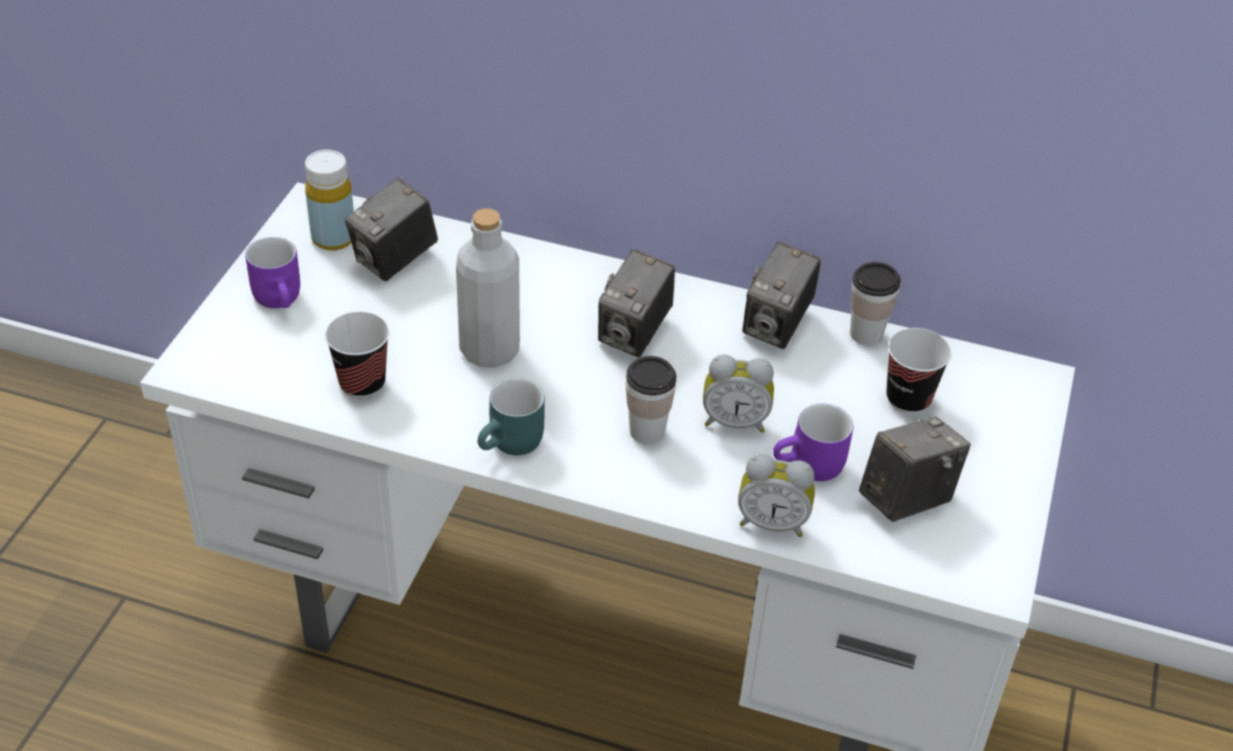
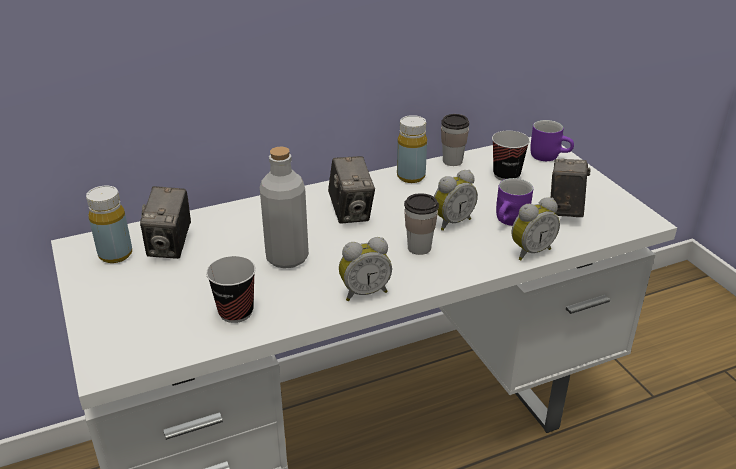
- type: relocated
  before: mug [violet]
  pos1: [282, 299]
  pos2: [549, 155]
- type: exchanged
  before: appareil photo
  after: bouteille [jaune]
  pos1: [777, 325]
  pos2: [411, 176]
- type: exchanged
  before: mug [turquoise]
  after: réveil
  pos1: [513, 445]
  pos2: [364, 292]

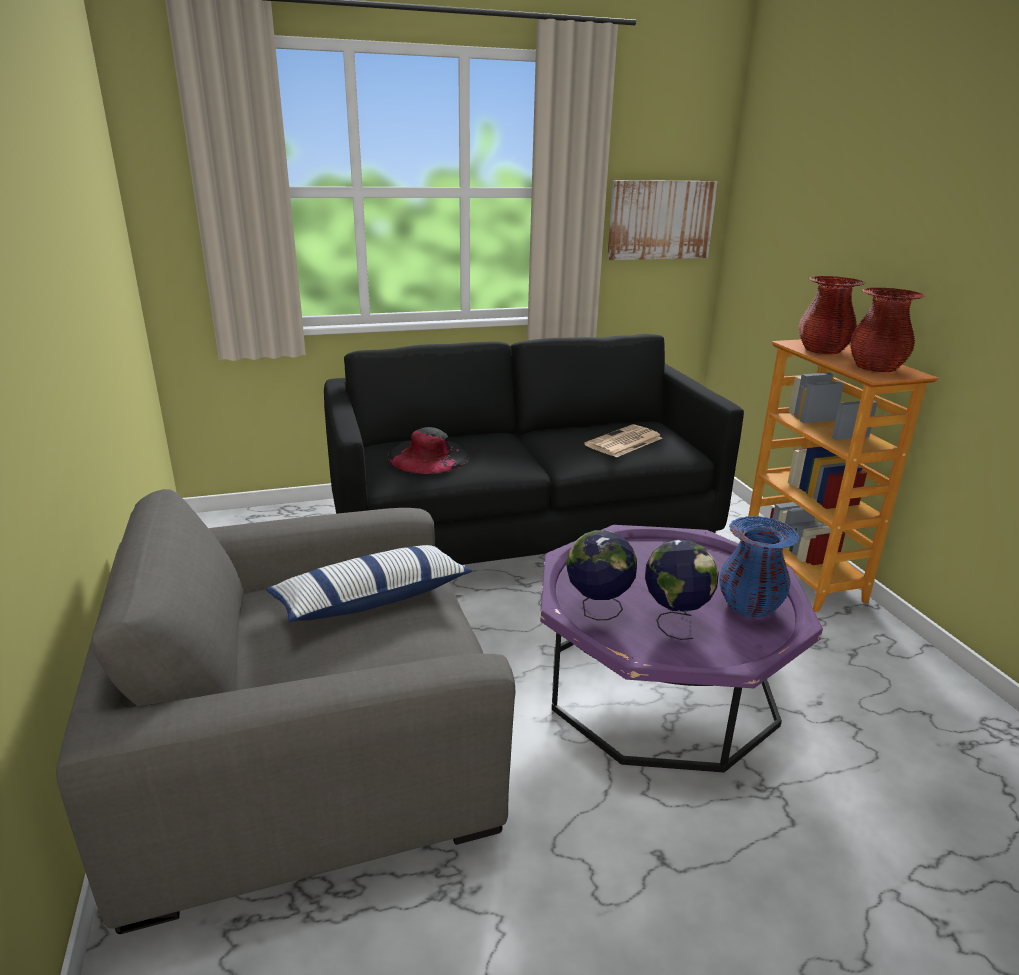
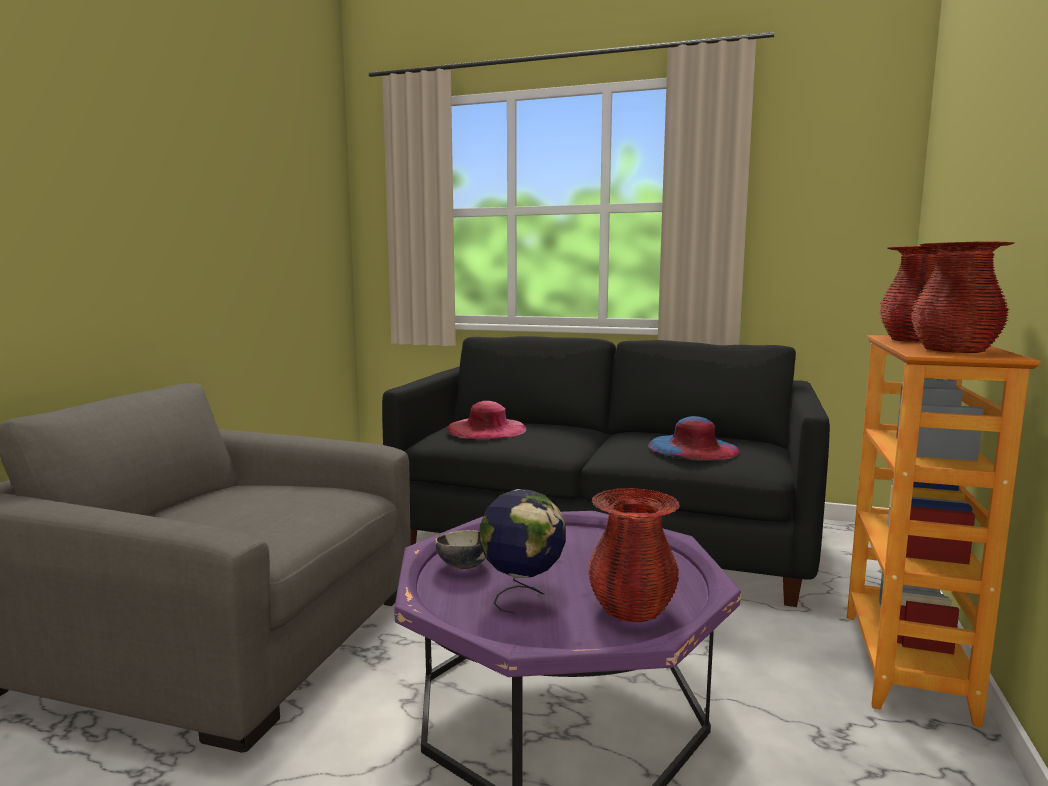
- type: missing
  before: tableau
  pos1: [660, 220]
- type: exchanged
  before: journal
  after: chapeau [bleu]
  pos1: [623, 442]
  pos2: [693, 448]
- type: colour
  before: chapeau [noir]
  after: chapeau [rose]
  pos1: [428, 456]
  pos2: [486, 429]
- type: colour
  before: vase [bleu]
  after: vase [rouge]
  pos1: [749, 606]
  pos2: [632, 609]
- type: exchanged
  before: globe
  after: bol
  pos1: [597, 610]
  pos2: [464, 566]
- type: missing
  before: coussin
  pos1: [371, 599]

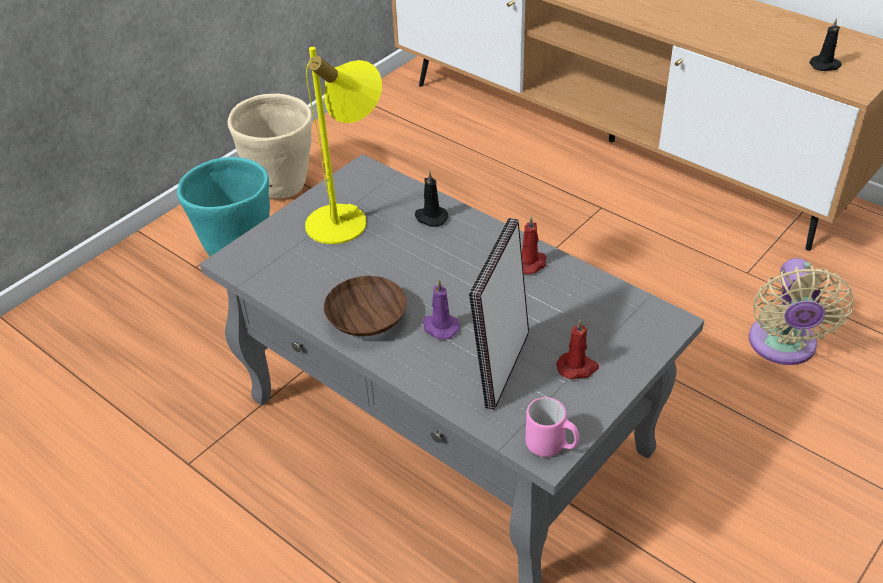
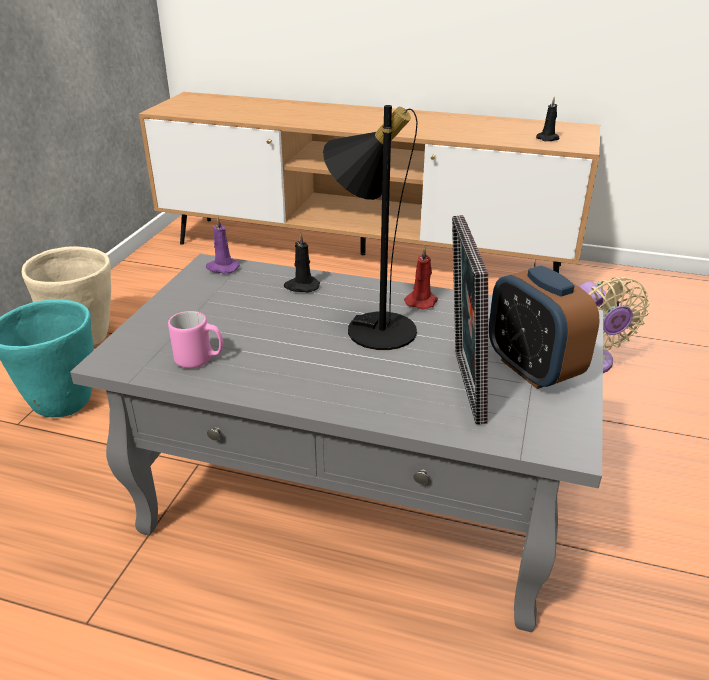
- type: missing
  before: lampe de table [jaune]
  pos1: [347, 219]
- type: missing
  before: bol [marron]
  pos1: [368, 320]
- type: relocated
  before: bougie [violet]
  pos1: [439, 327]
  pos2: [222, 268]
- type: exchanged
  before: bougie [rouge]
  after: réveil
  pos1: [577, 367]
  pos2: [532, 369]
- type: relocated
  before: mug [rose]
  pos1: [551, 446]
  pos2: [200, 360]
- type: appeared
  after: lampe de table [noir]
  pos2: [372, 325]

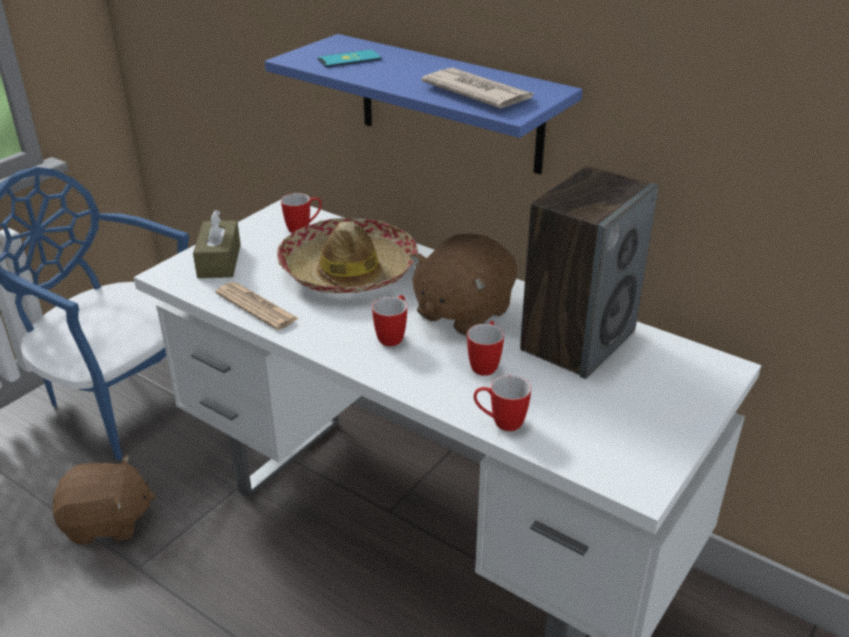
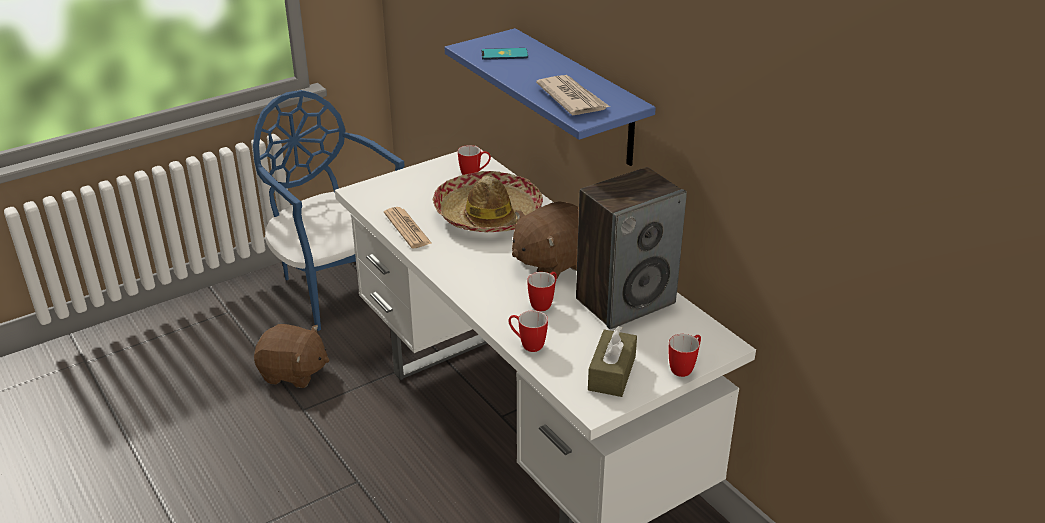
- type: relocated
  before: boîte à mouchoirs [marron]
  pos1: [219, 261]
  pos2: [612, 373]
- type: relocated
  before: mug
  pos1: [393, 336]
  pos2: [685, 367]

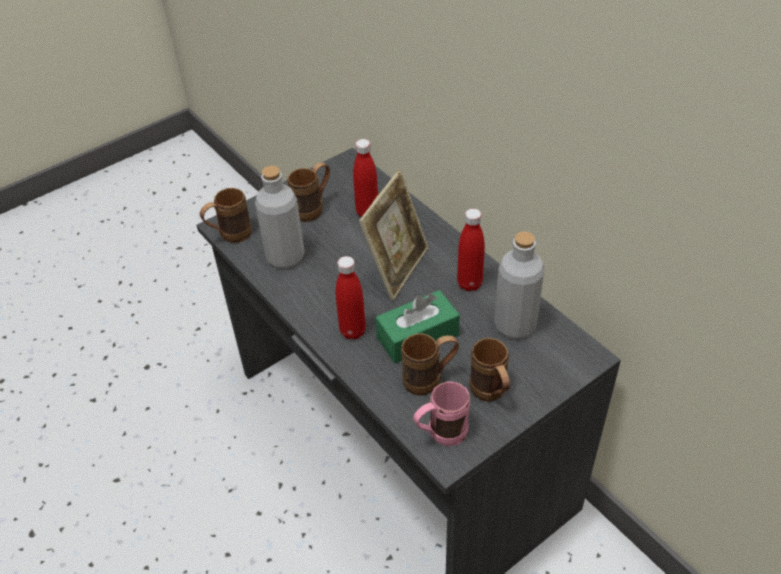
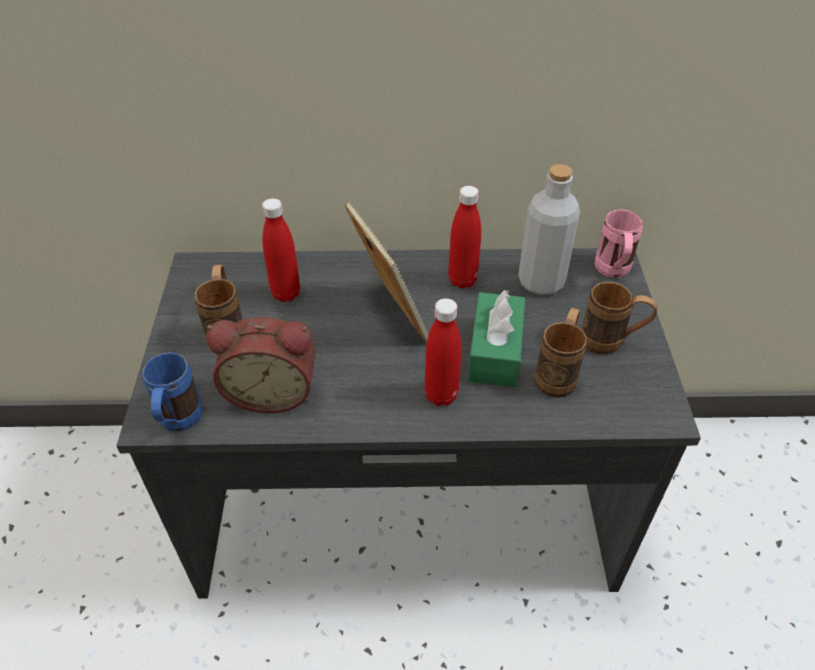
- type: exchanged
  before: bouteille [gris]
  after: réveil
  pos1: [285, 257]
  pos2: [272, 391]
- type: colour
  before: mug [marron]
  after: mug [bleu]
  pos1: [229, 236]
  pos2: [178, 423]
- type: relocated
  before: mug [rose]
  pos1: [440, 435]
  pos2: [613, 272]

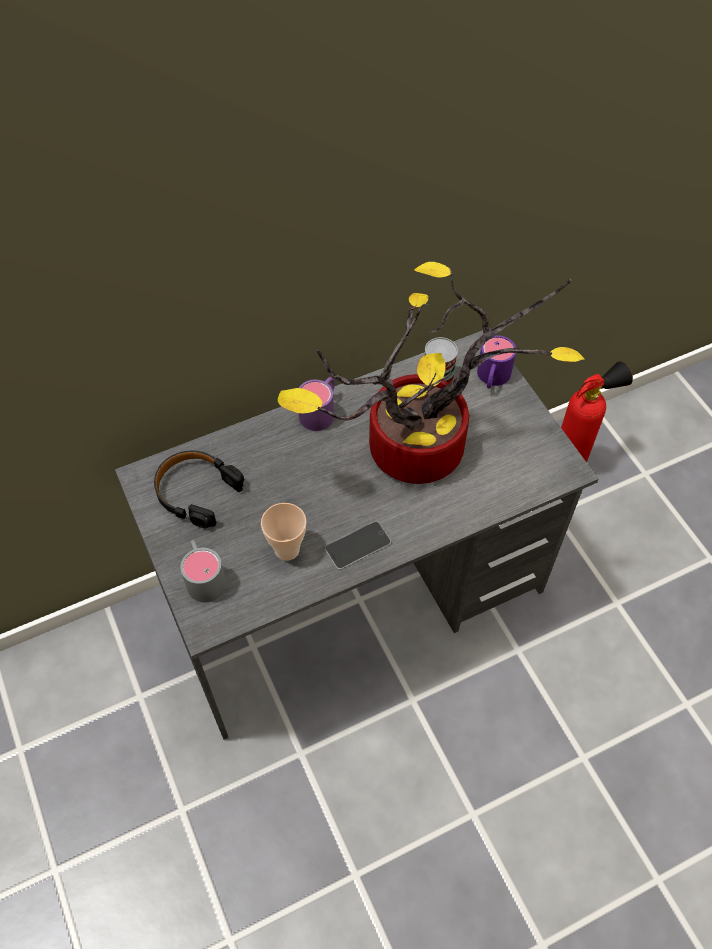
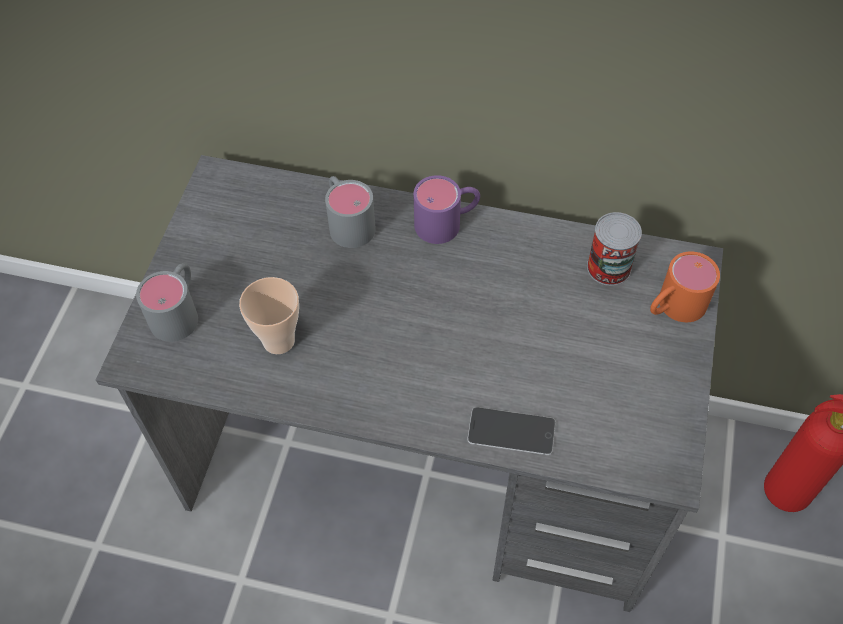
- type: missing
  before: plante en pot
  pos1: [413, 454]
- type: colour
  before: mug [violet]
  after: mug [orange]
  pos1: [492, 378]
  pos2: [673, 307]
- type: missing
  before: casque audio [noir]
  pos1: [196, 492]
- type: relocated
  before: téléphone
  pos1: [358, 545]
  pos2: [511, 431]
- type: appeared
  after: mug [gris]
  pos2: [347, 221]

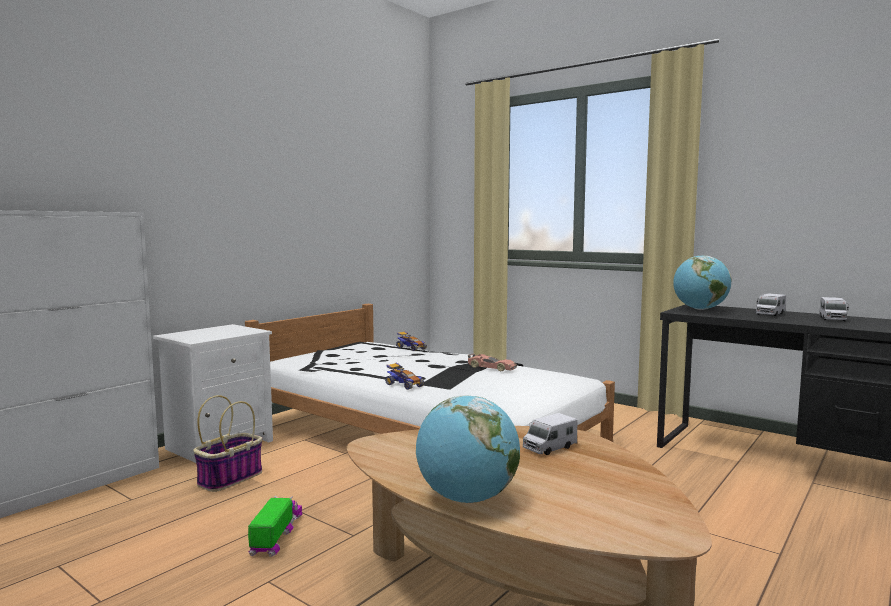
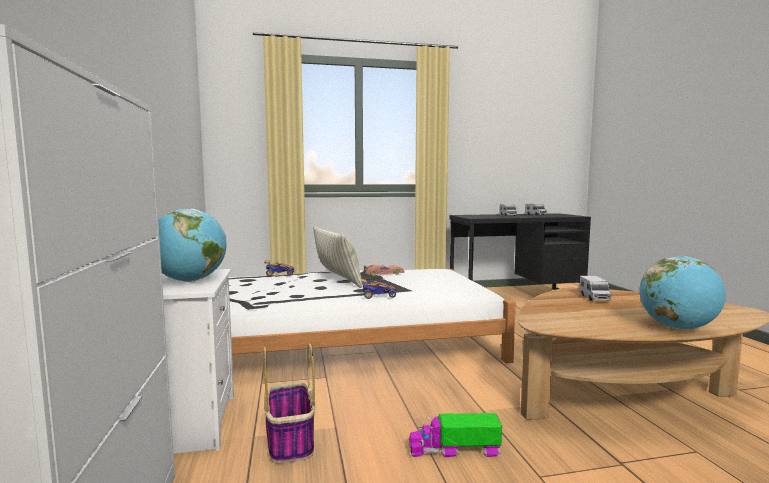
- type: relocated
  before: globe
  pos1: [700, 309]
  pos2: [190, 281]
- type: spun
  before: camion jouet
  pos1: [276, 535]
  pos2: [454, 450]
  turn: -45
- type: appeared
  after: coussin
  pos2: [337, 278]

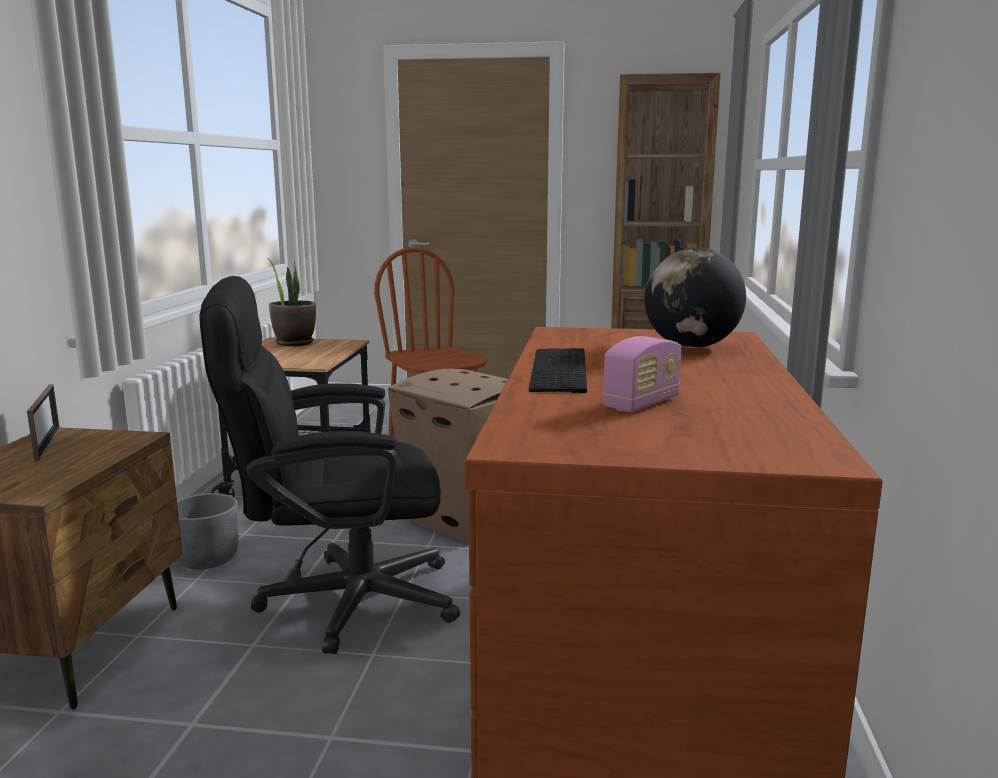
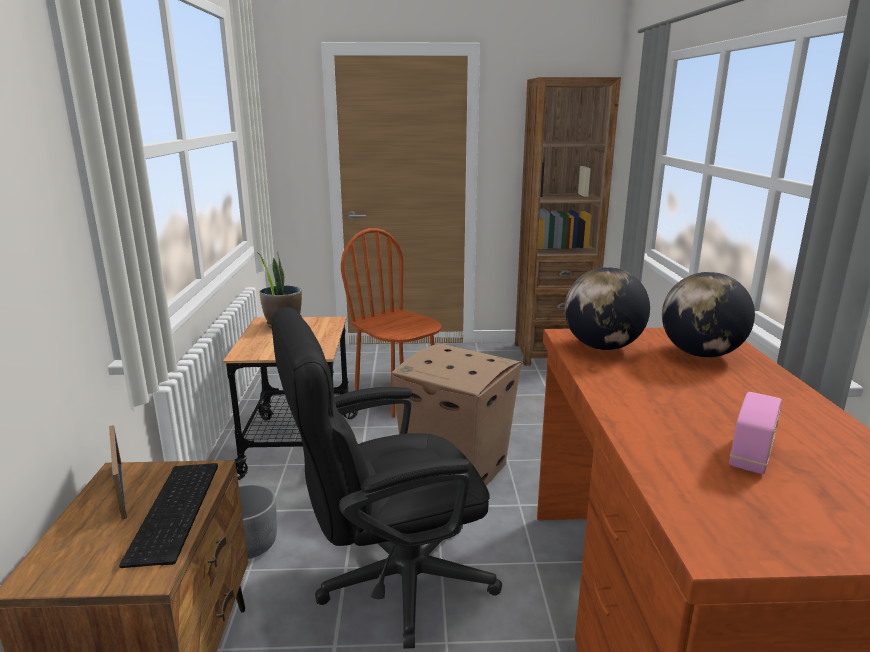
- type: relocated
  before: clavier
  pos1: [562, 370]
  pos2: [177, 511]
- type: appeared
  after: globe
  pos2: [602, 347]

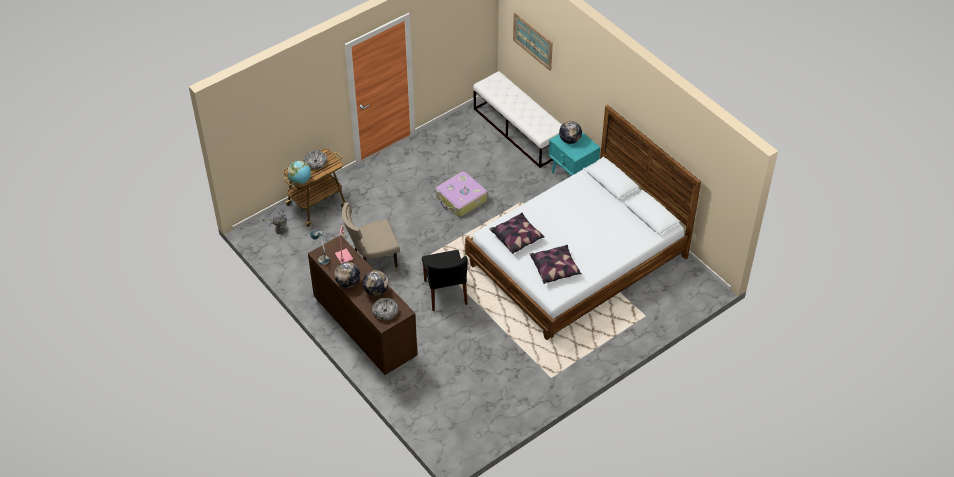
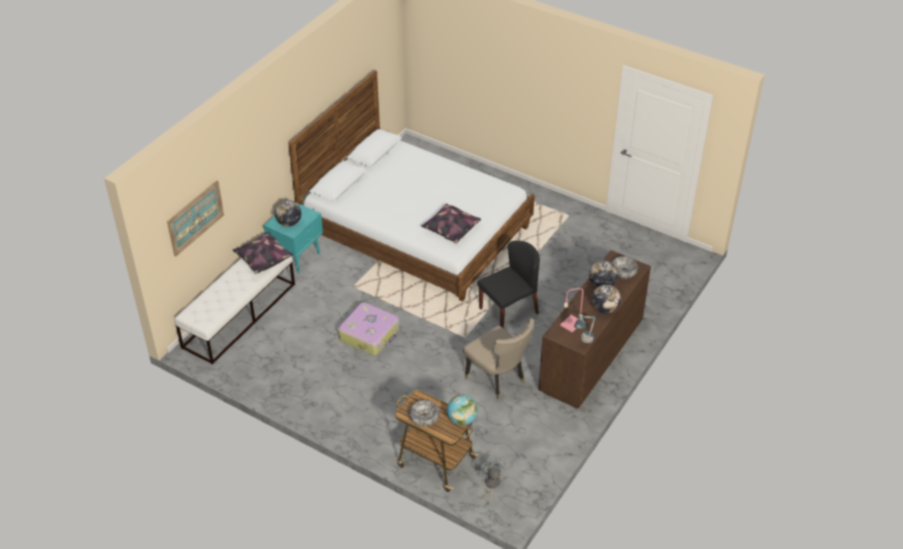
- type: relocated
  before: coussin
  pos1: [555, 268]
  pos2: [263, 259]

